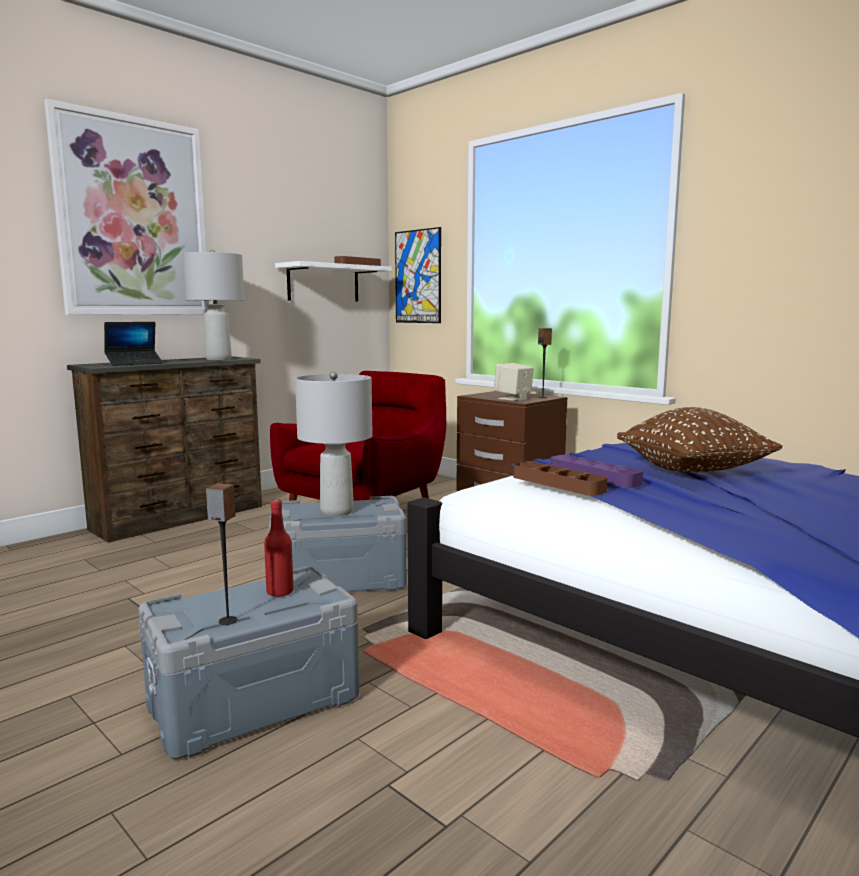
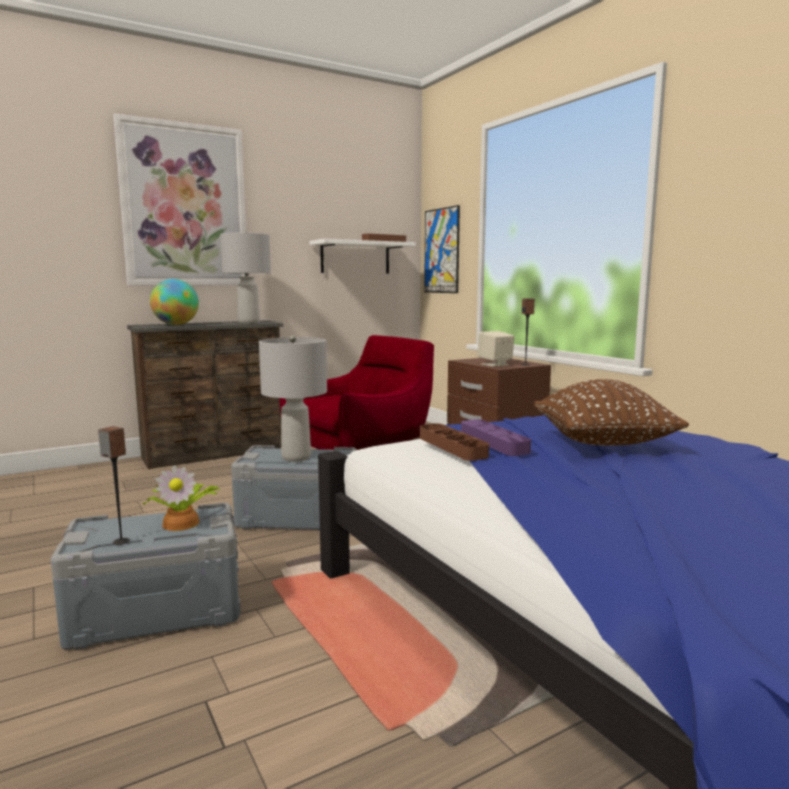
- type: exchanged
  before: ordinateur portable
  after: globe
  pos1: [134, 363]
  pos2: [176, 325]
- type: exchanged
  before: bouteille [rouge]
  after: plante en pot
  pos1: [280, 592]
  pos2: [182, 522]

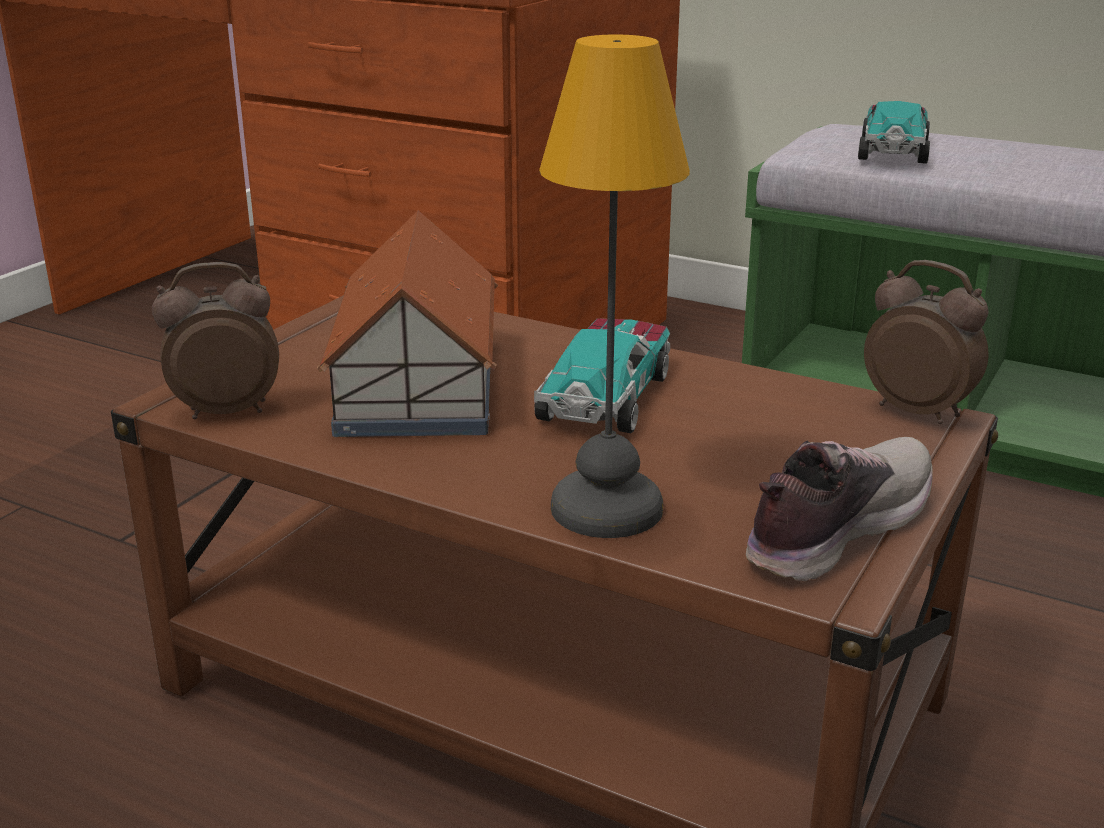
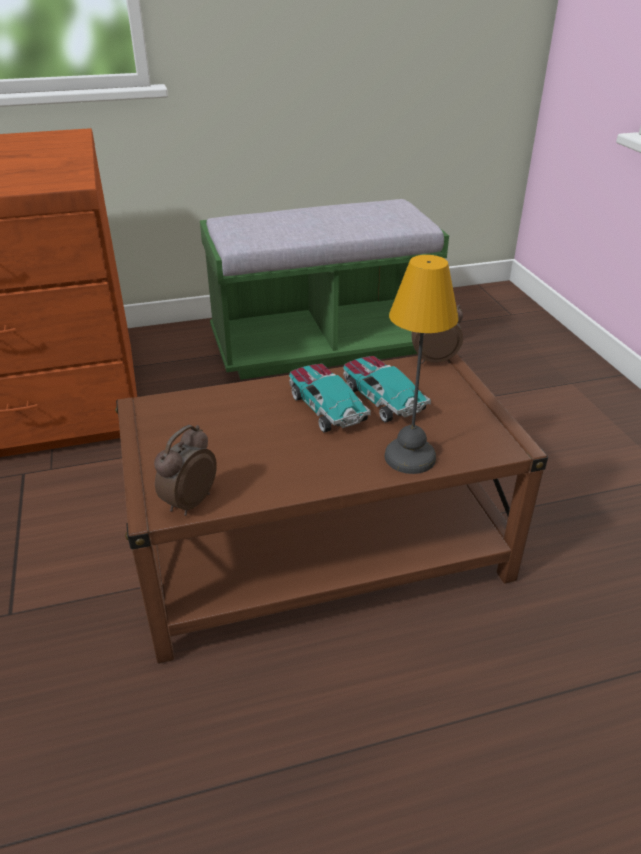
- type: relocated
  before: petite voiture
  pos1: [893, 149]
  pos2: [382, 398]
- type: missing
  before: maison miniature
  pos1: [416, 387]
- type: missing
  before: chaussure
  pos1: [834, 529]

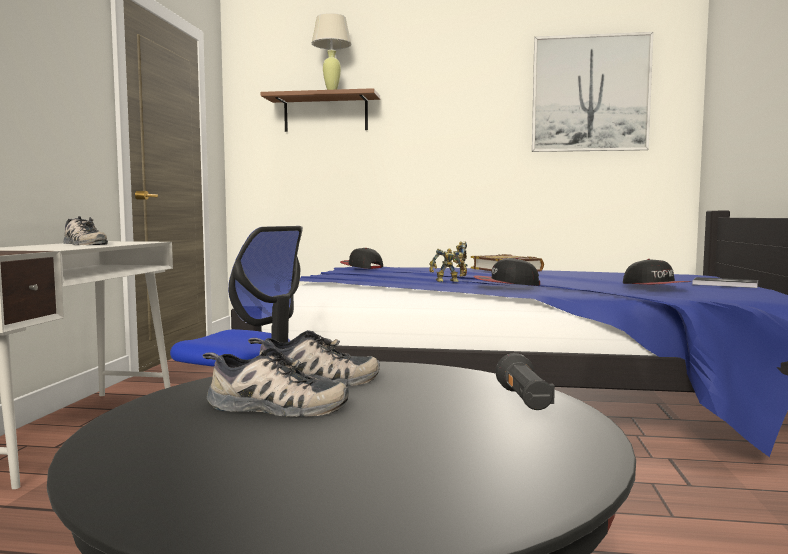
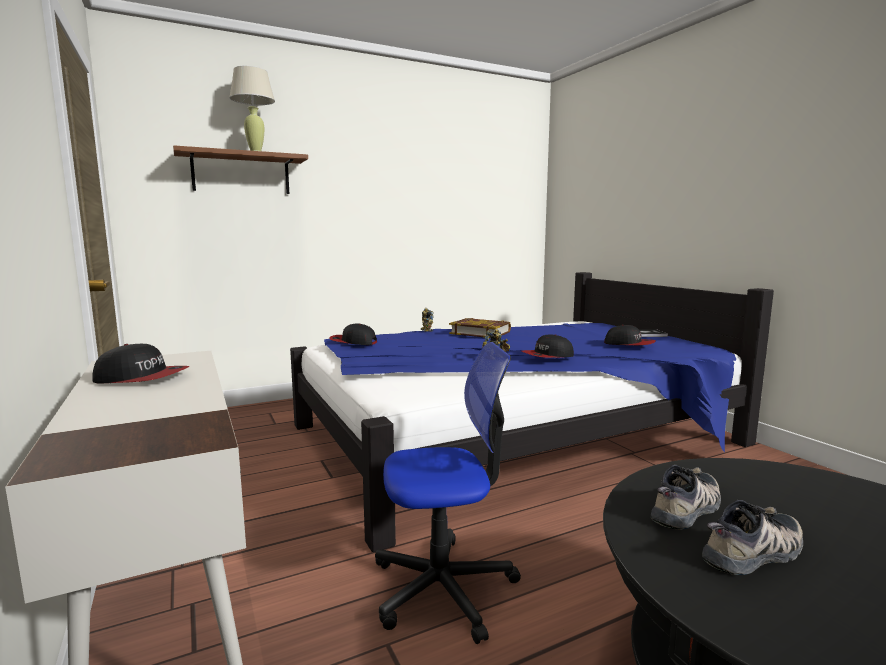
- type: missing
  before: tableau
  pos1: [590, 93]
- type: exchanged
  before: chaussure
  after: casquette
  pos1: [82, 244]
  pos2: [142, 378]
- type: missing
  before: lampe de poche [noir]
  pos1: [524, 401]

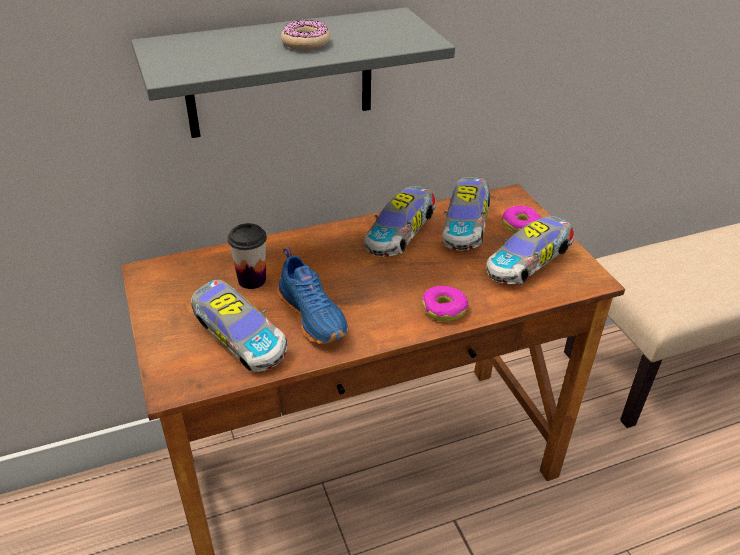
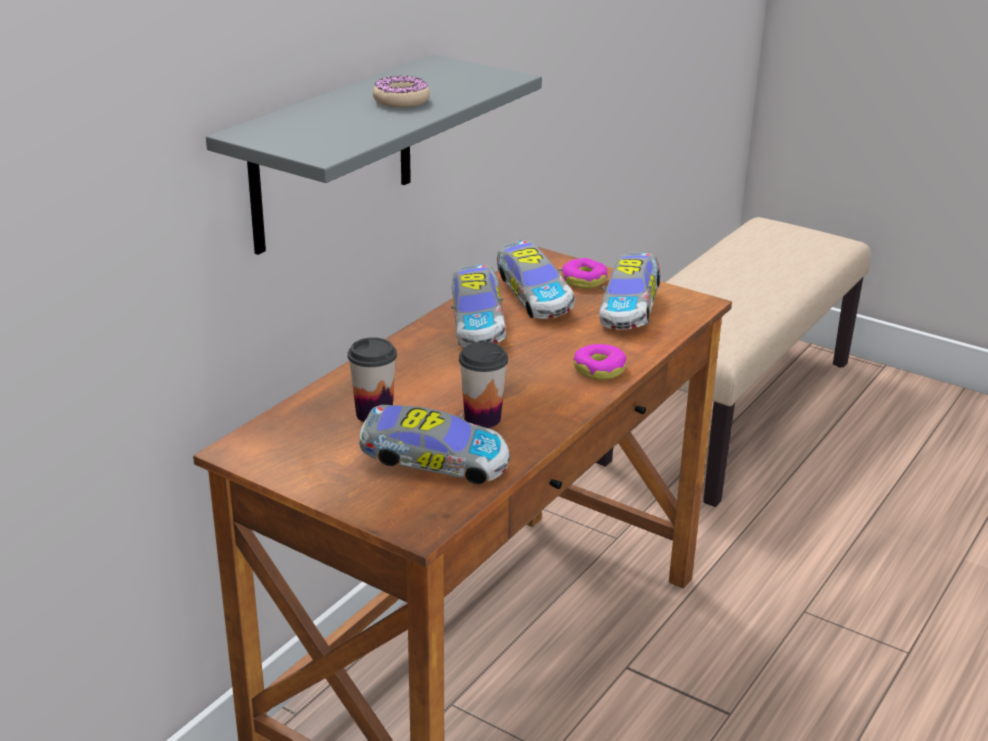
- type: exchanged
  before: chaussure [bleu]
  after: tasse
  pos1: [314, 315]
  pos2: [482, 418]

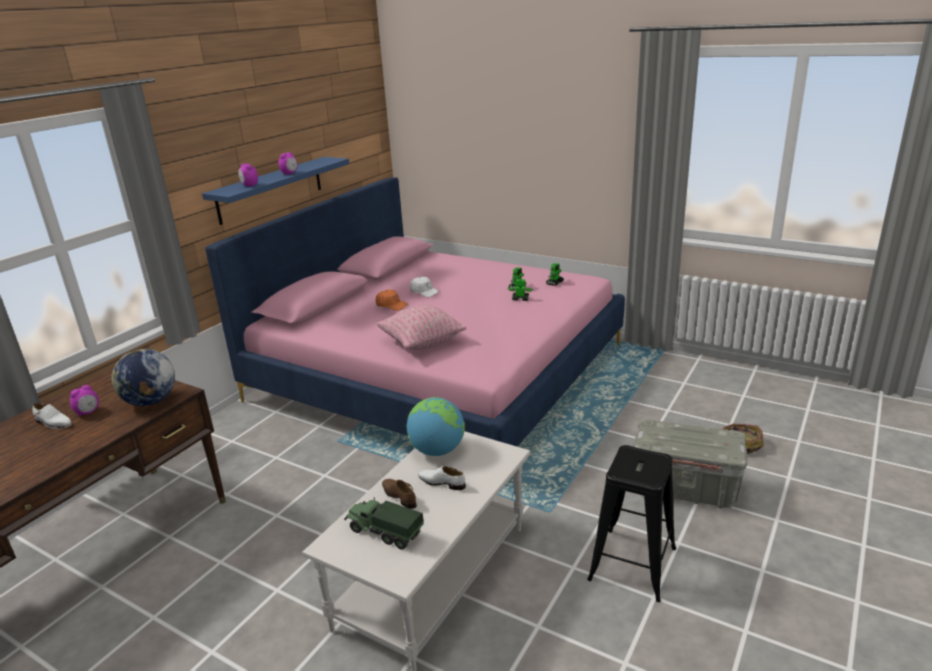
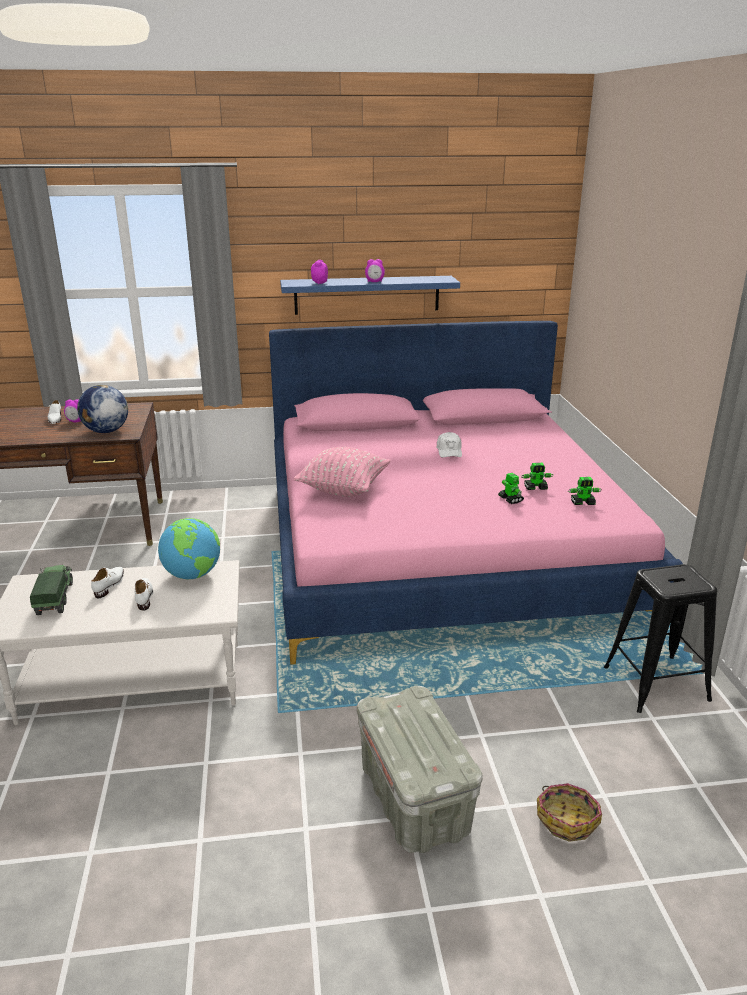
- type: missing
  before: casquette [orange]
  pos1: [391, 305]
- type: relocated
  before: tabouret [noir]
  pos1: [632, 564]
  pos2: [655, 684]
- type: colour
  before: chaussure [marron]
  after: chaussure [blanc]
  pos1: [399, 496]
  pos2: [110, 585]

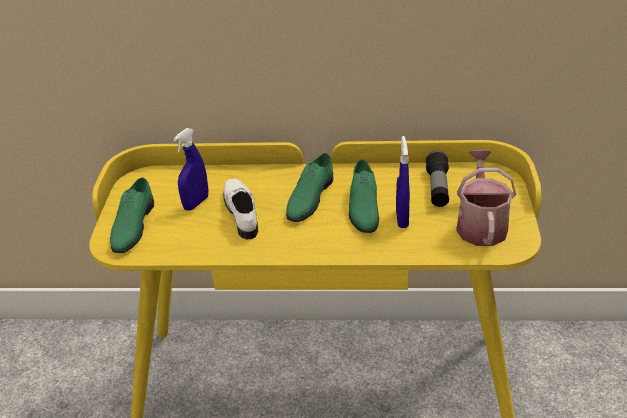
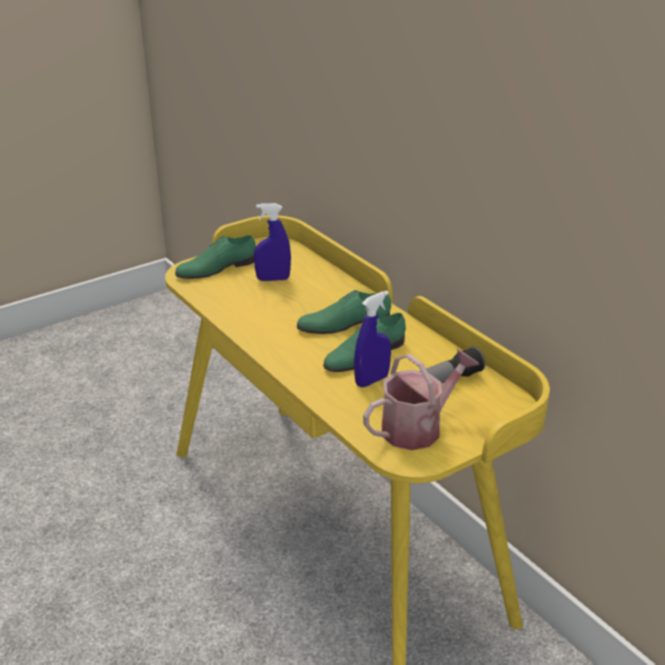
- type: missing
  before: chaussure [blanc]
  pos1: [242, 211]

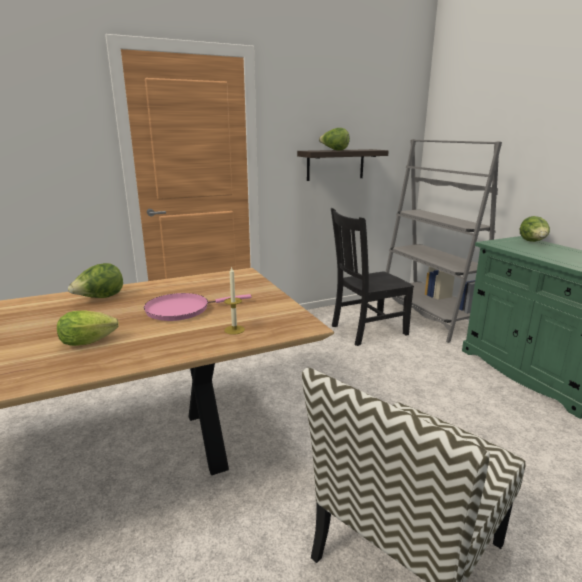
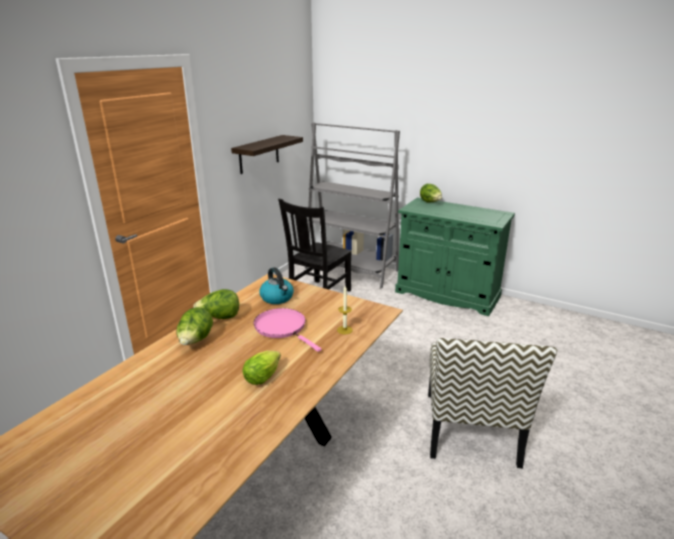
- type: relocated
  before: laitue
  pos1: [334, 150]
  pos2: [219, 317]
- type: spun
  before: poêle [rose]
  pos1: [182, 310]
  pos2: [282, 328]
  turn: 105
- type: appeared
  after: bouilloire
  pos2: [277, 298]

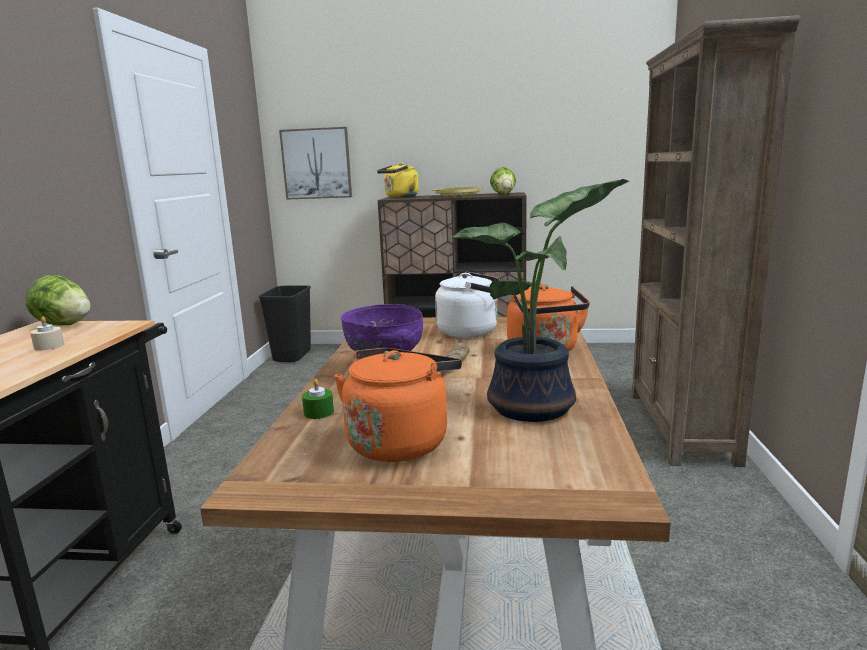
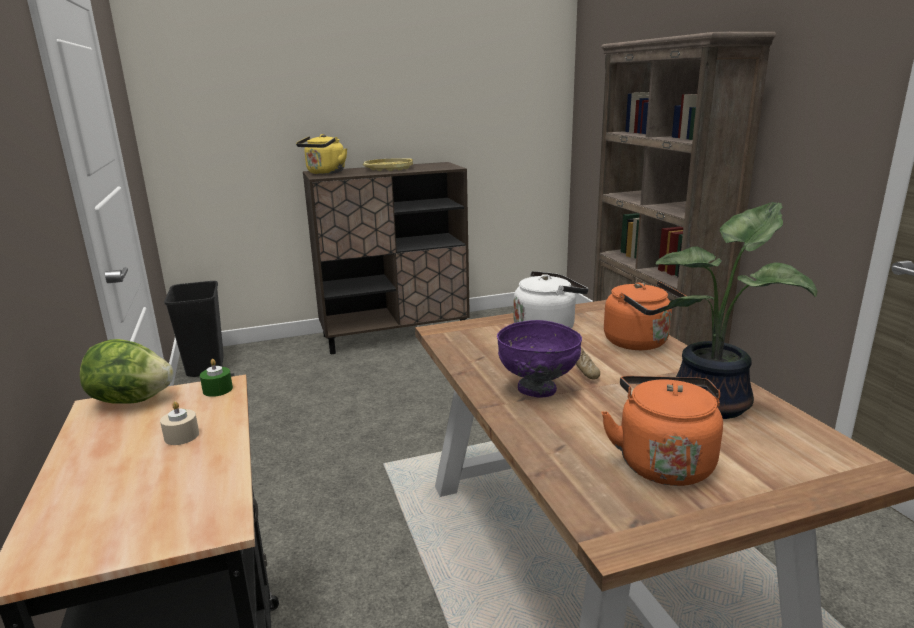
- type: missing
  before: tableau
  pos1: [316, 163]
- type: missing
  before: laitue
  pos1: [503, 194]
- type: relocated
  before: bougie [vert]
  pos1: [319, 412]
  pos2: [217, 389]

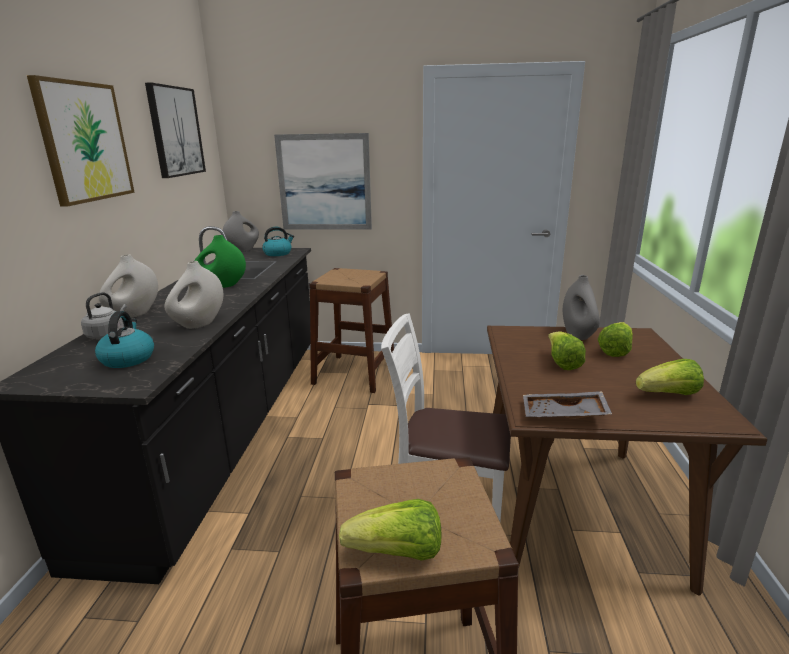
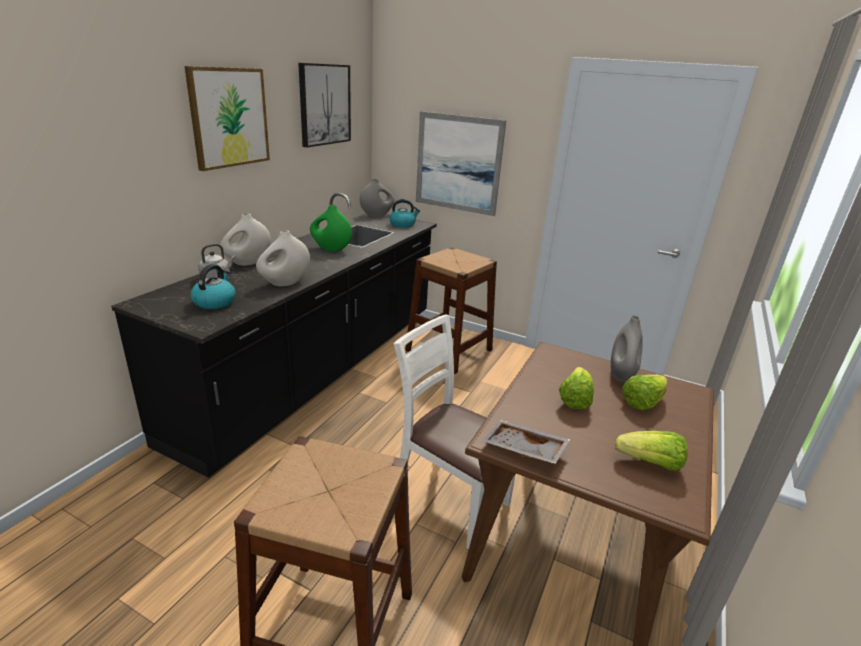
- type: missing
  before: laitue
  pos1: [397, 553]

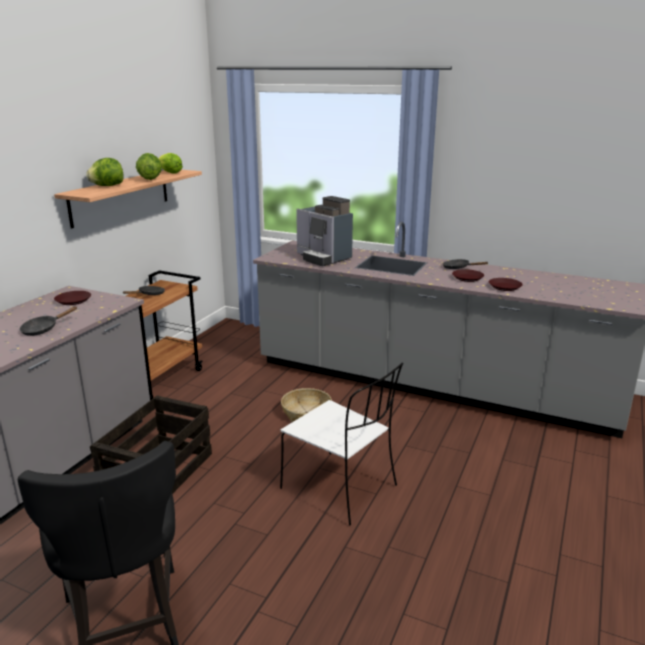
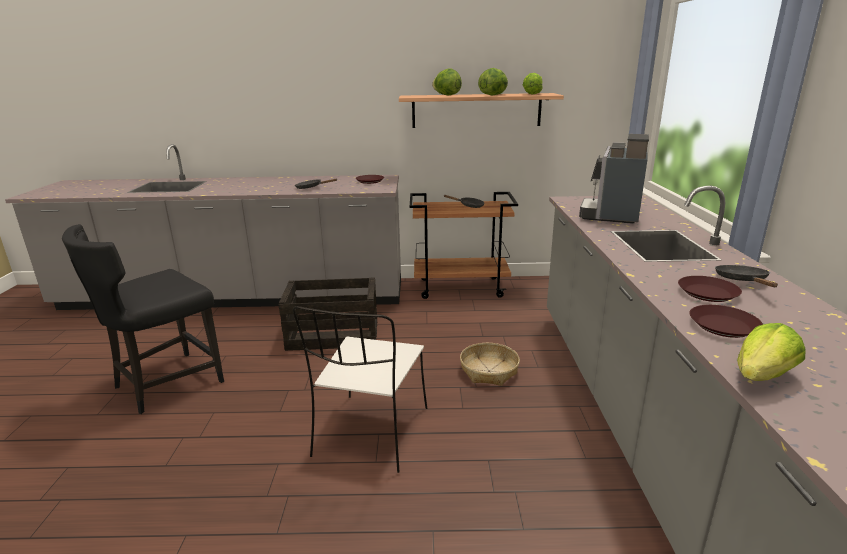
- type: appeared
  after: laitue
  pos2: [762, 376]

